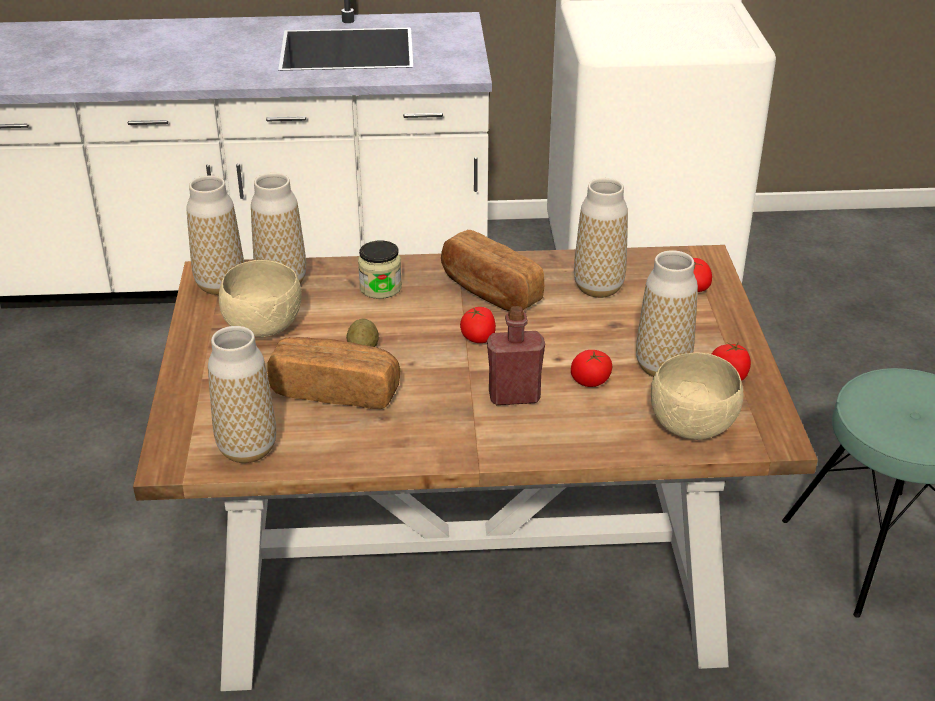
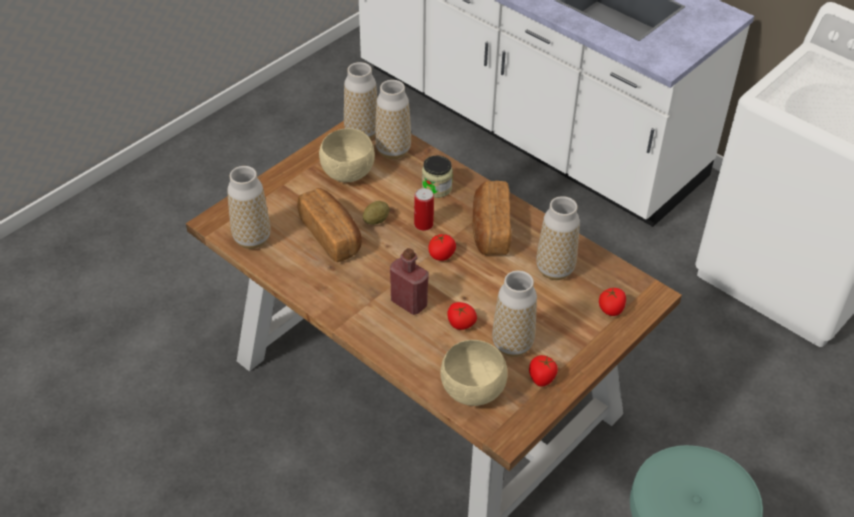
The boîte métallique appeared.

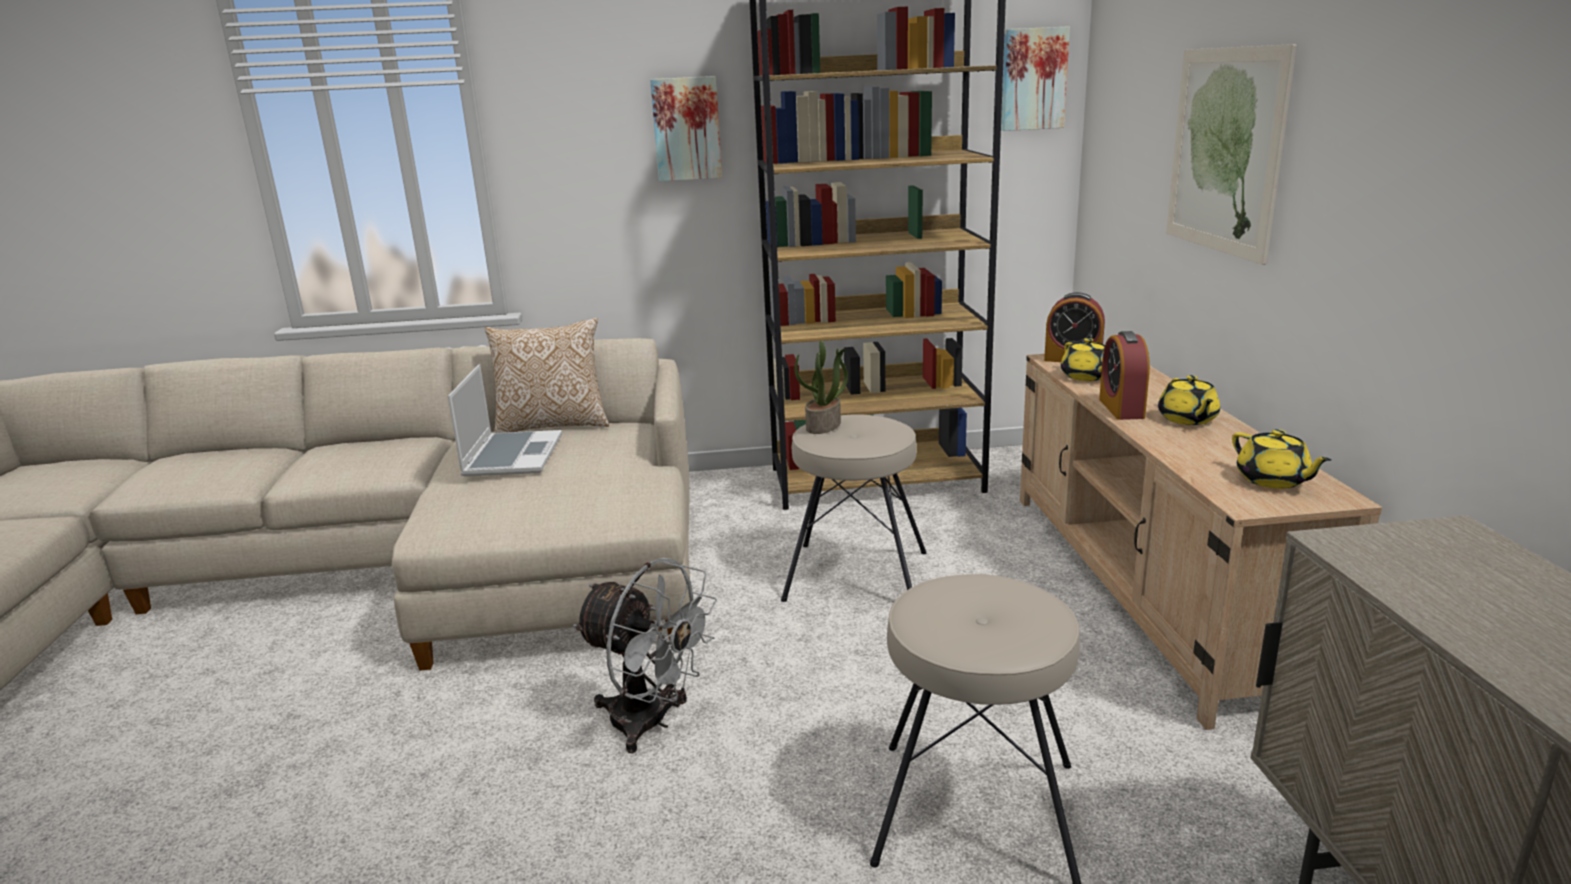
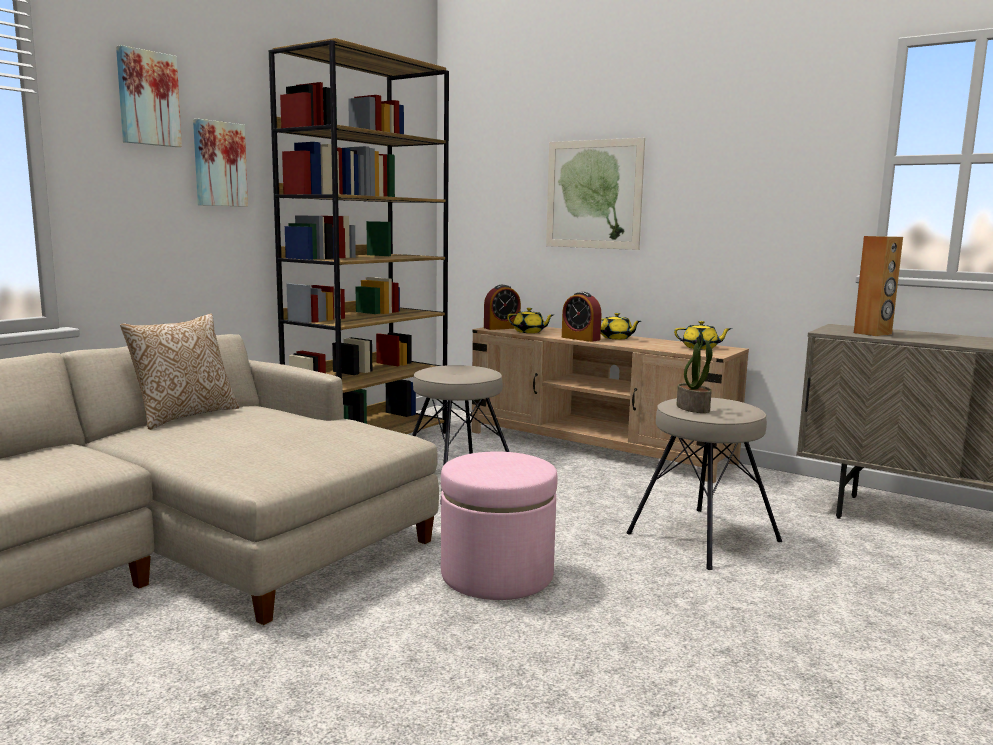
The tableau (2nd from left in the first image) moved.
The ventilateur [gris] was replaced by the pouf [rose].
The plante en pot moved.
The enceinte [marron] appeared.
The ordinateur portable disappeared.

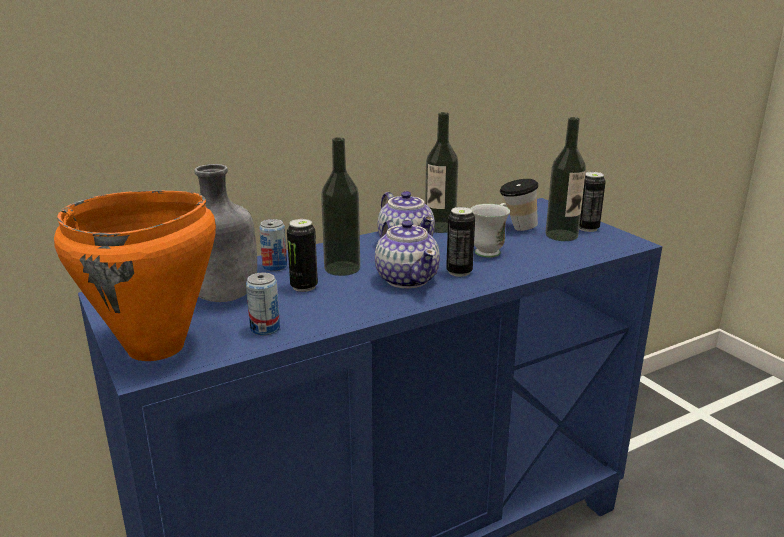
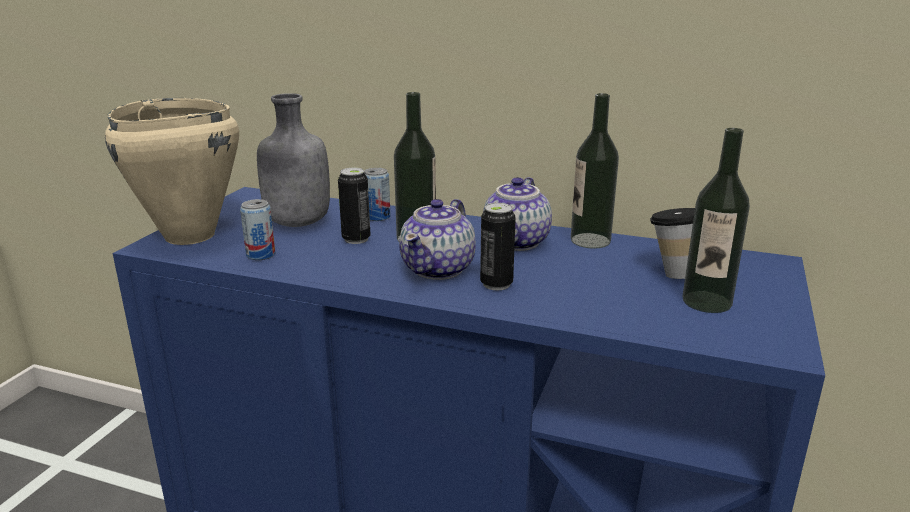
The marmite [orange] became the marmite [beige].
The mug [blanc] disappeared.
The boîte métallique (5th from left) disappeared.

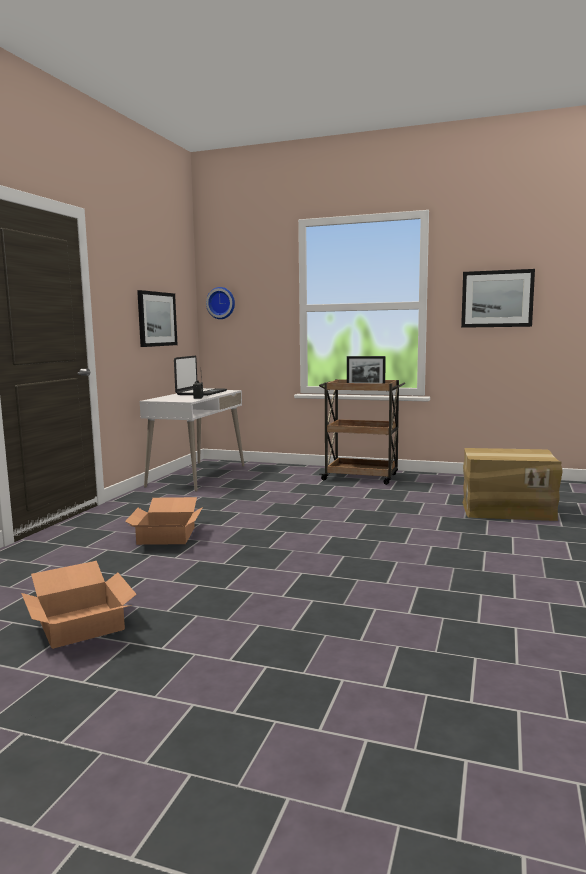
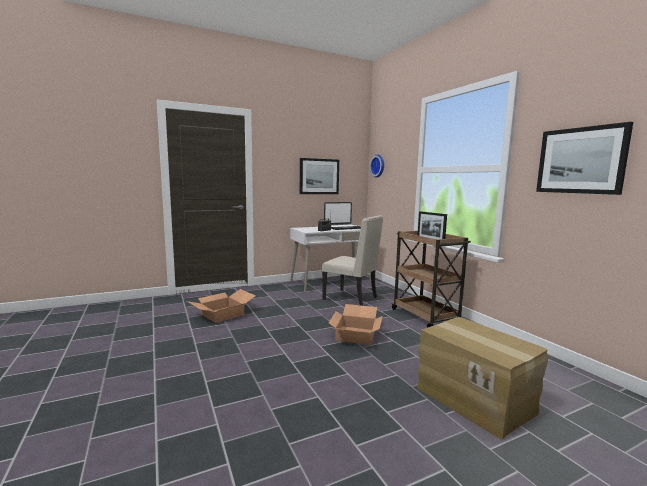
The chaise [beige] appeared.
The carton (1st from left in the first image) moved.

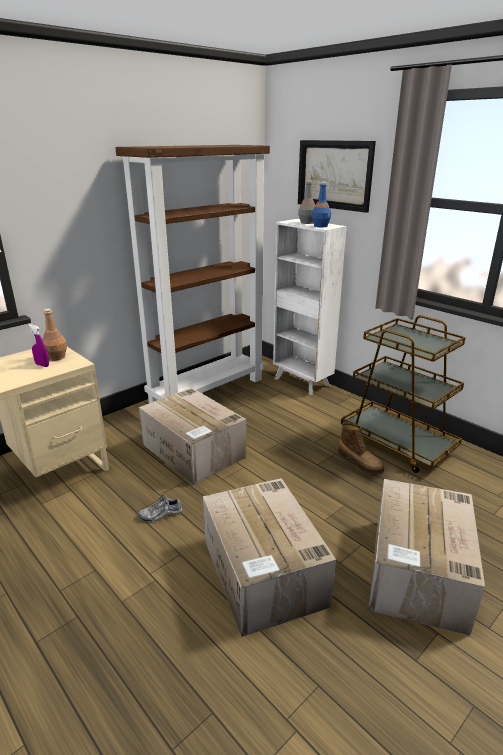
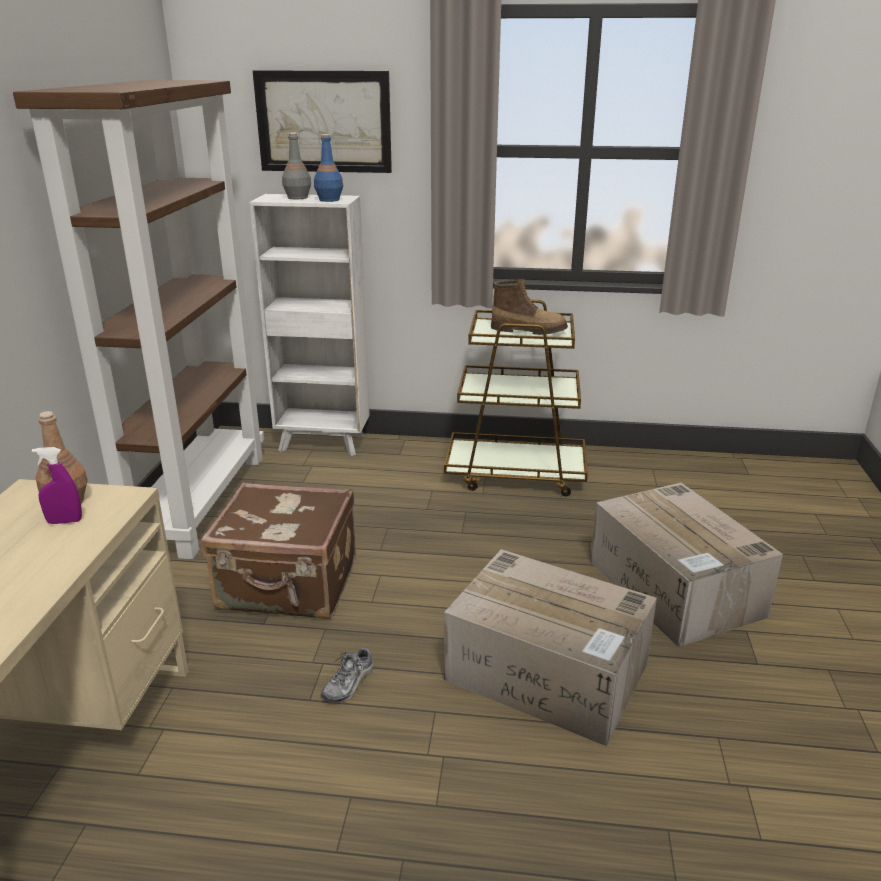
The carton (1st from left) was replaced by the valise [marron].
The botte moved.

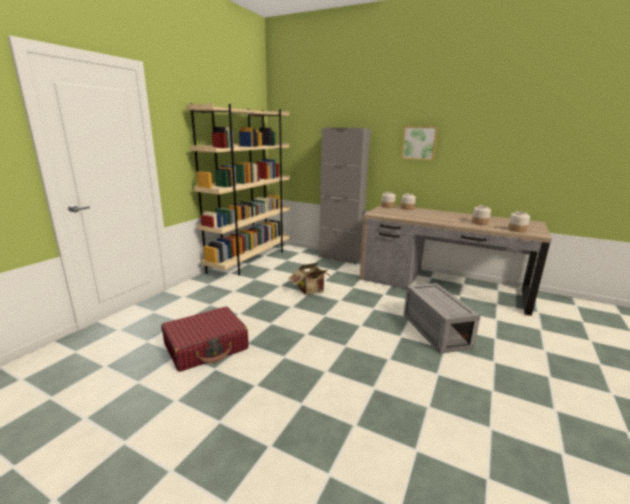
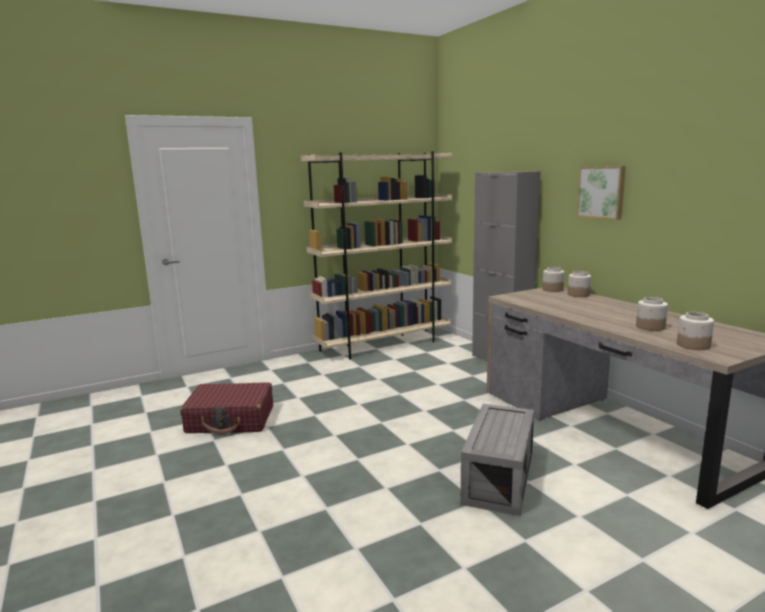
The carton disappeared.

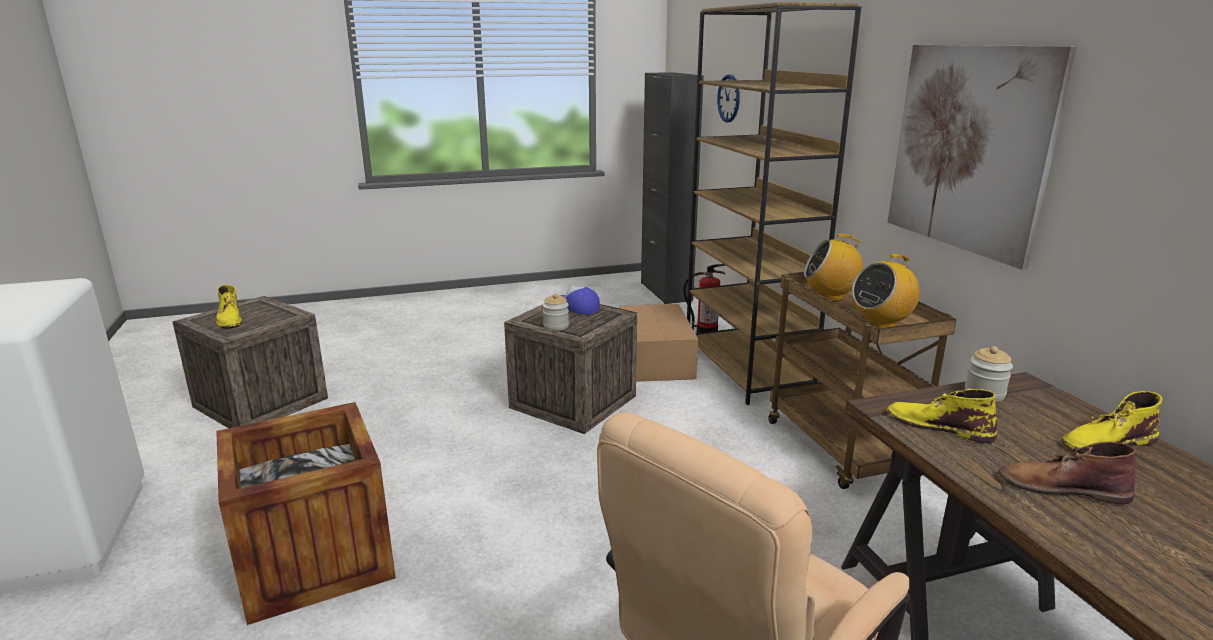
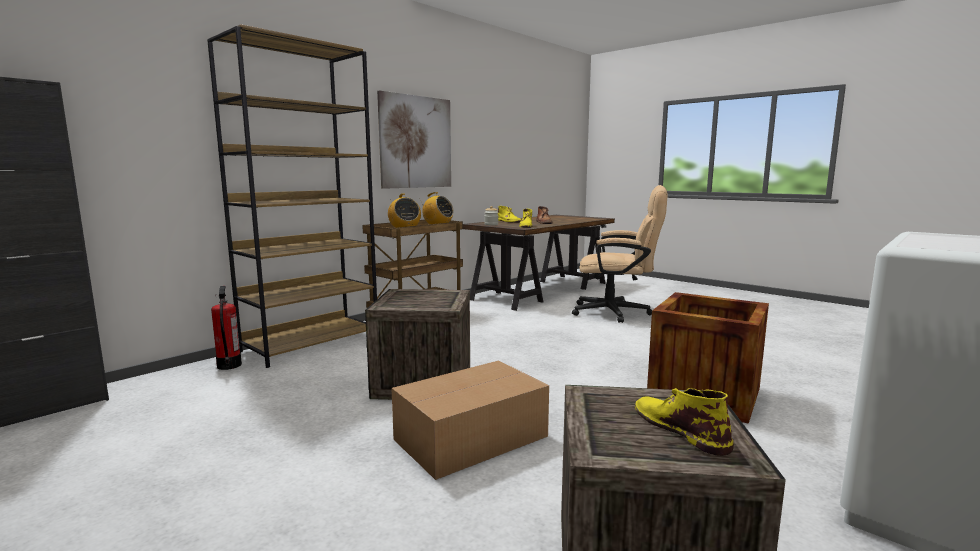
The carton moved.
The botte [jaune] (1st from left in the first image) turned 60 degrees counterclockwise.
The bocal (1st from left) disappeared.
The casquette disappeared.
The horloge murale disappeared.

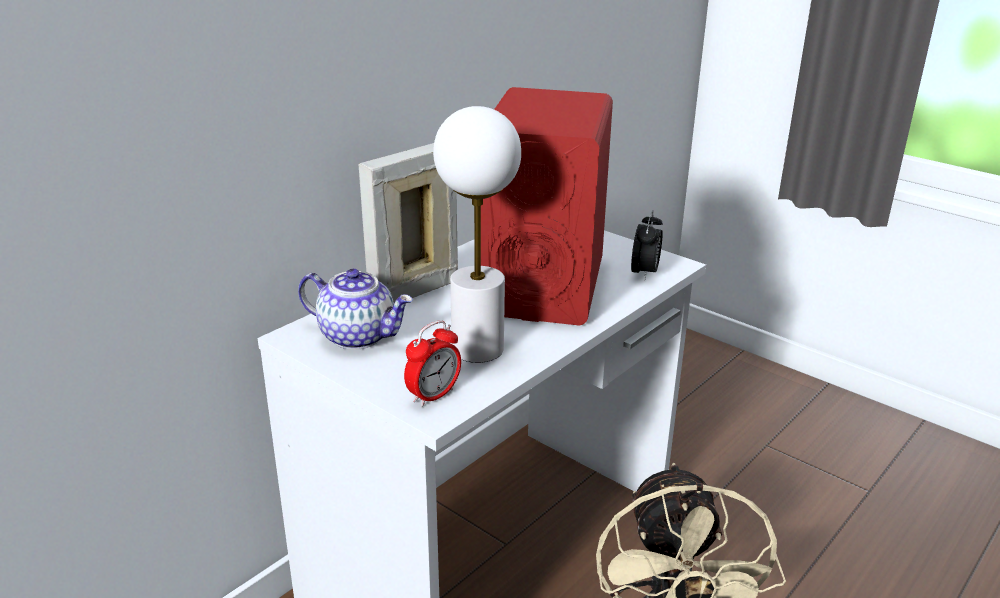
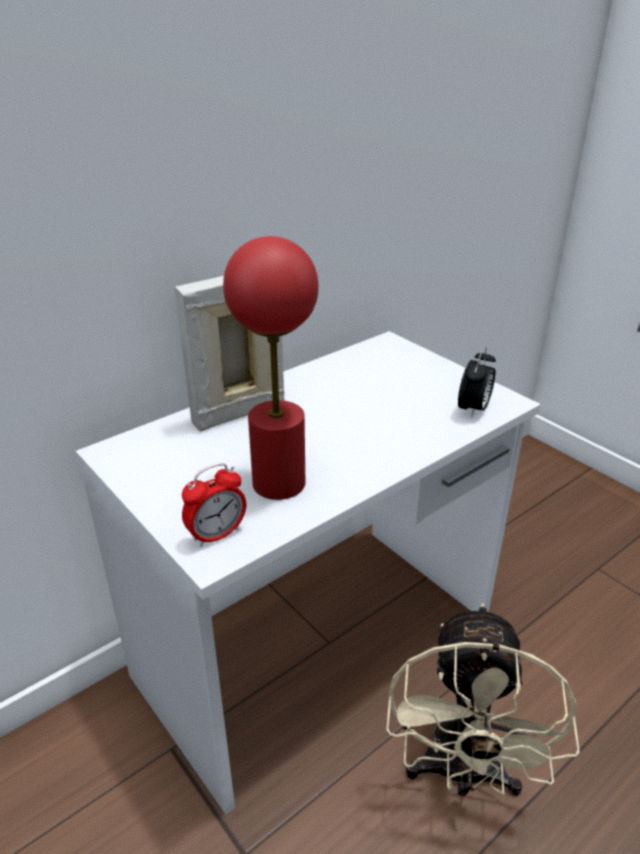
The lampe de table [blanc] became the lampe de table [rouge].
The théière disappeared.
The enceinte [rouge] disappeared.

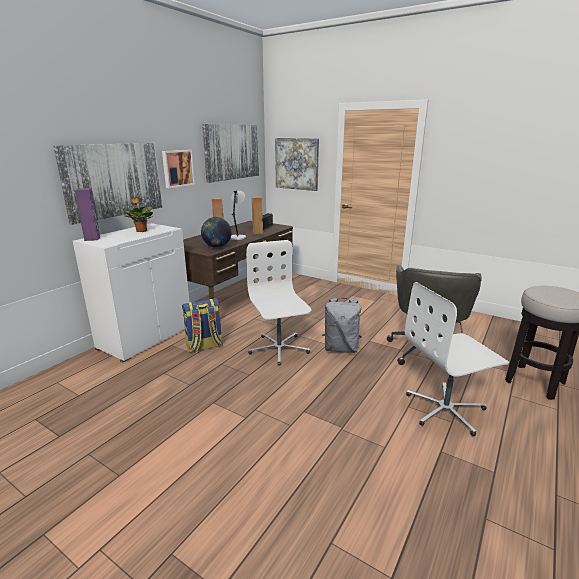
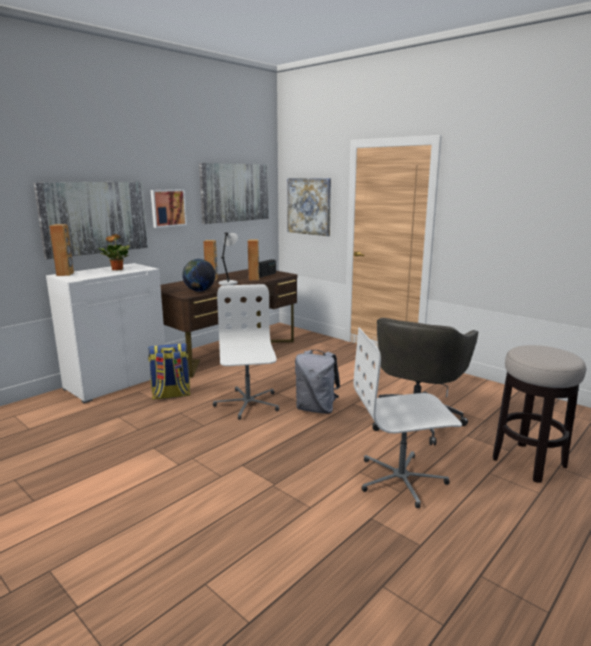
The enceinte [violet] became the enceinte [marron] (1st from left).

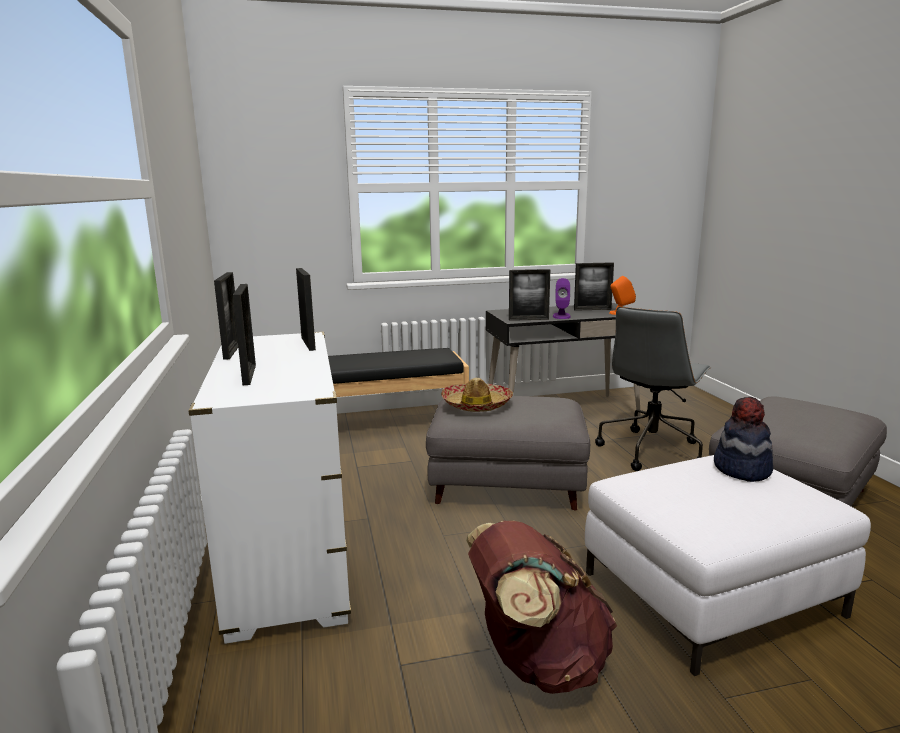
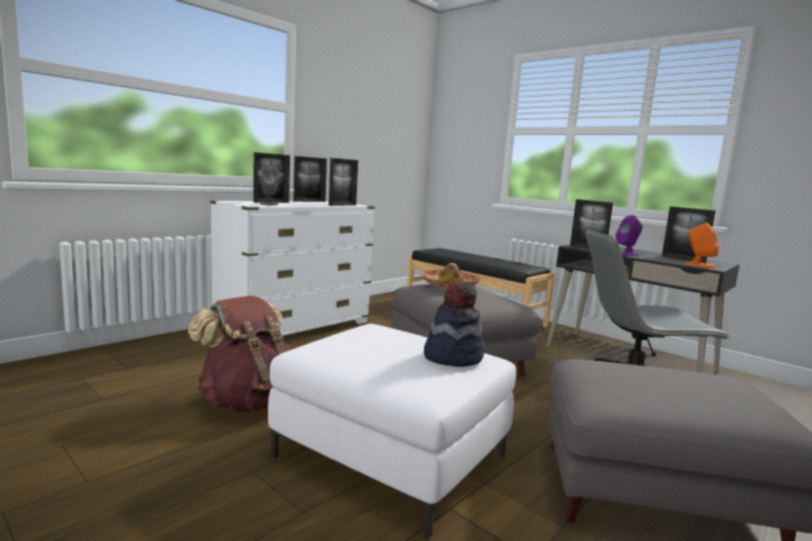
The enceinte [gris] appeared.

